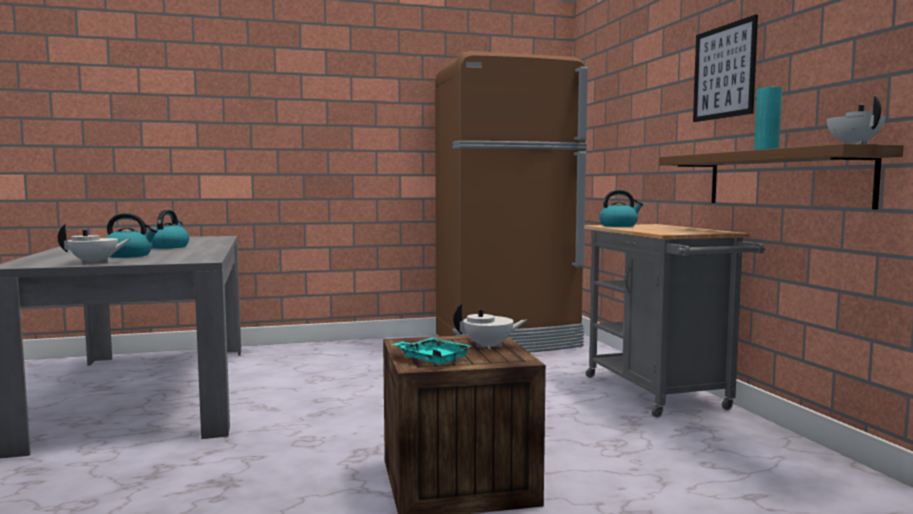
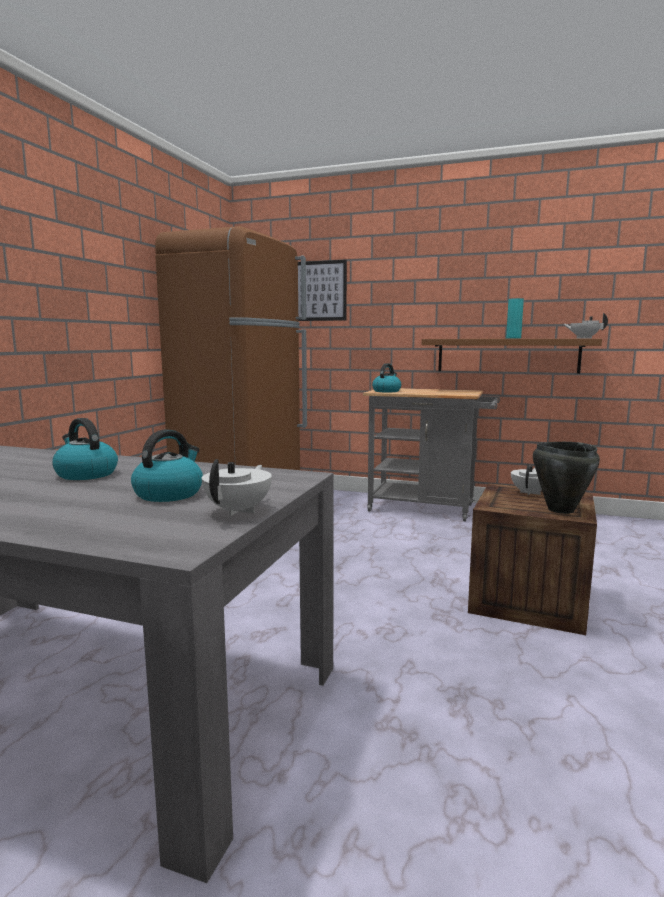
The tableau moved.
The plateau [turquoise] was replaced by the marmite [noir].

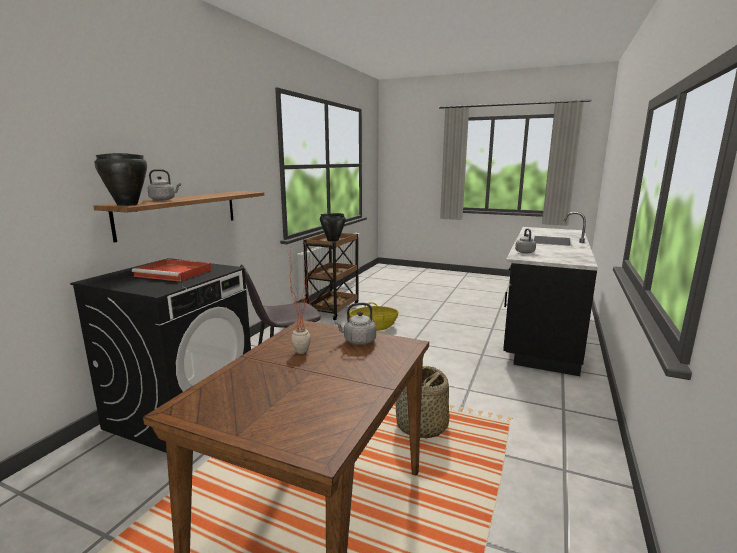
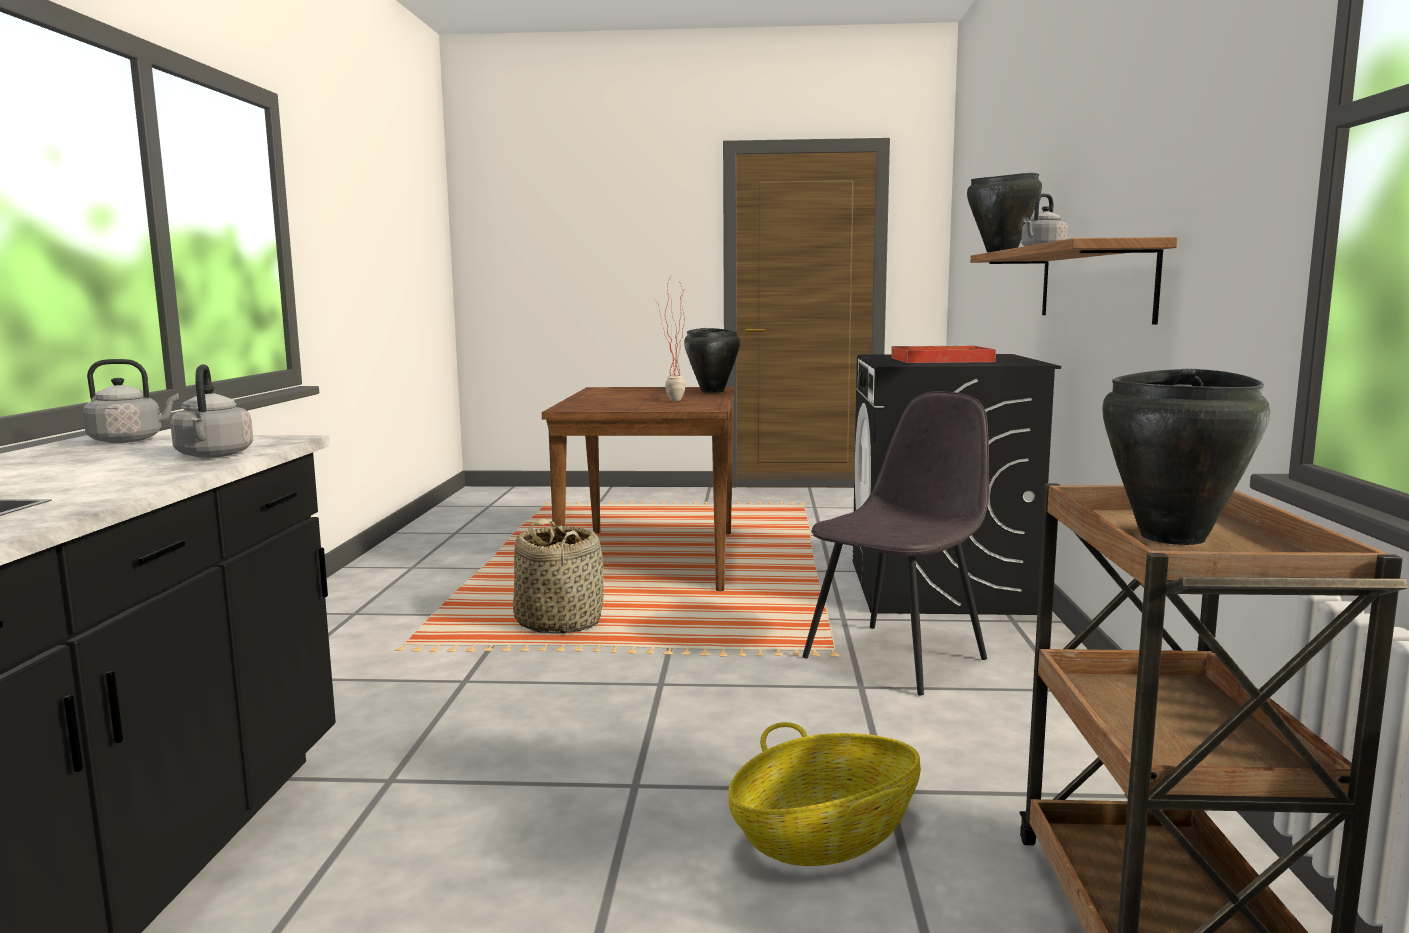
The bouilloire [gris] (2nd from left in the first image) moved.
The marmite [noir] (1st from left) appeared.

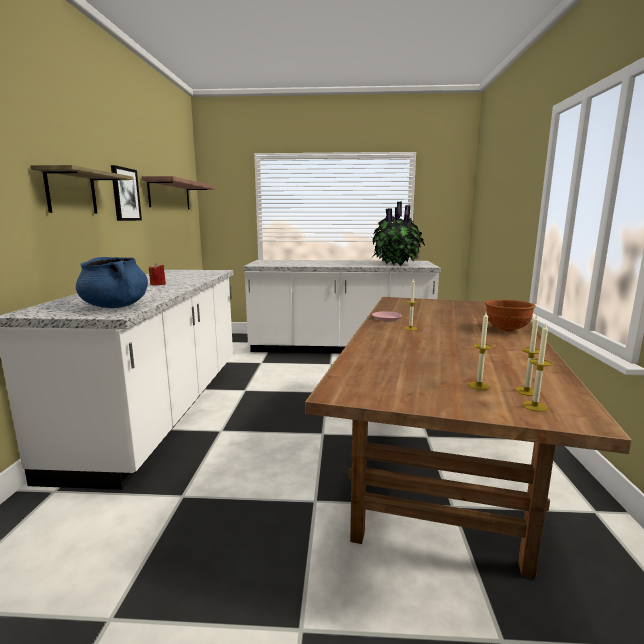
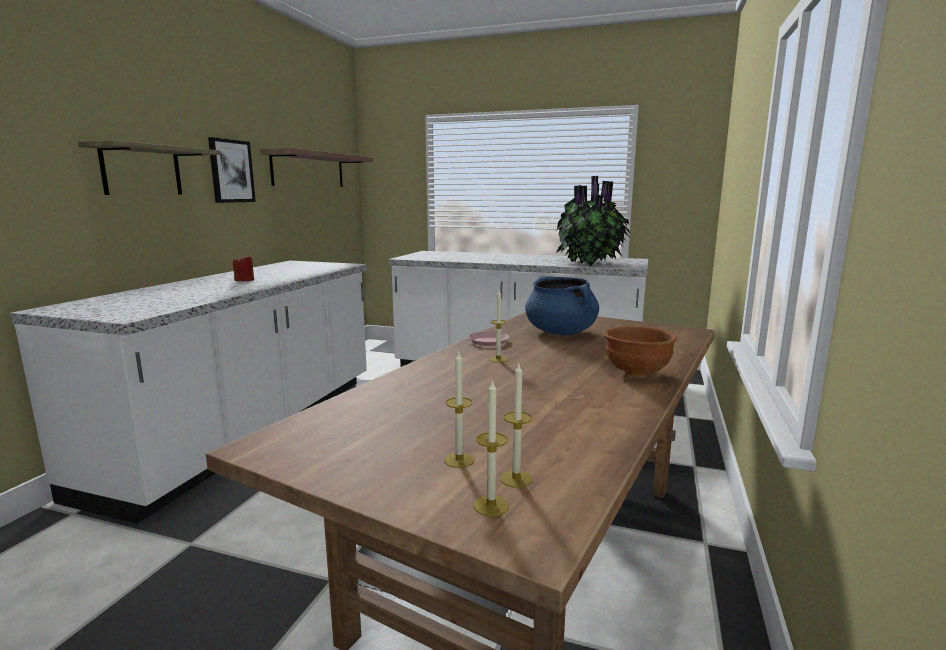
The marmite [bleu] moved.

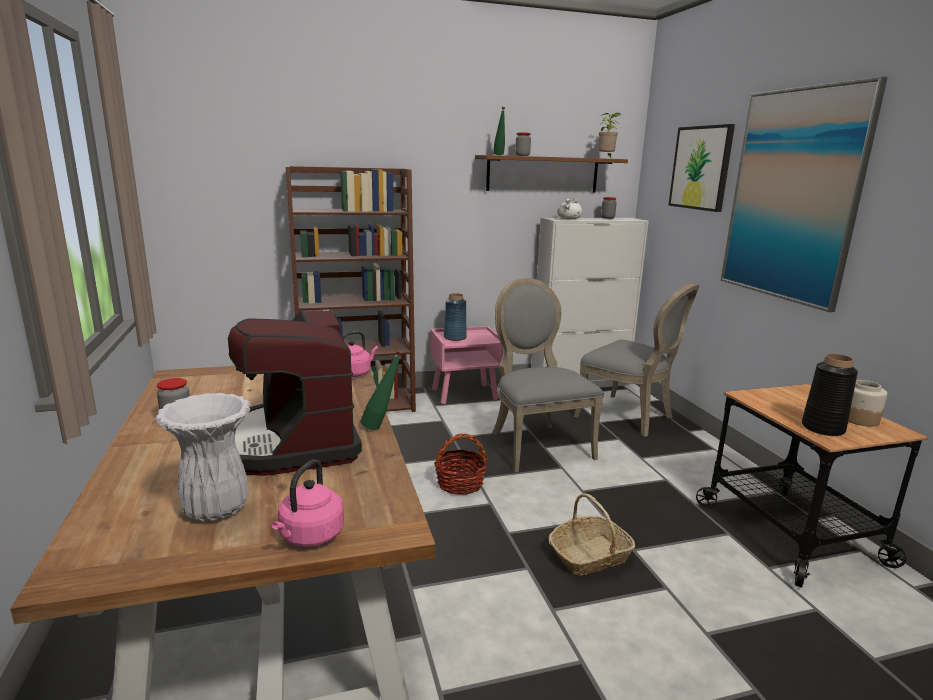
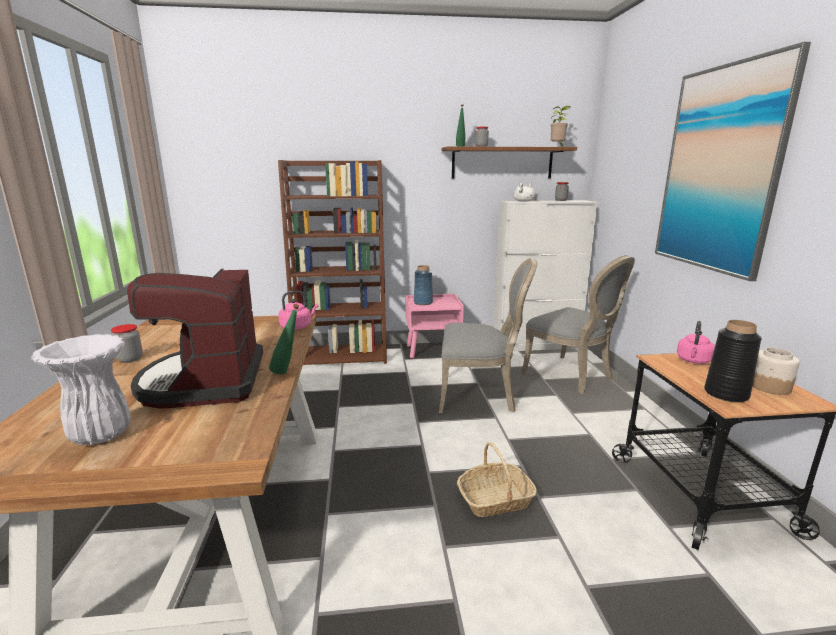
The chaise [gris] (1st from left) turned 105 degrees clockwise.
The bouilloire [rose] (1st from left in the first image) moved.
The panier (1st from left) disappeared.
The tableau (1st from left) disappeared.

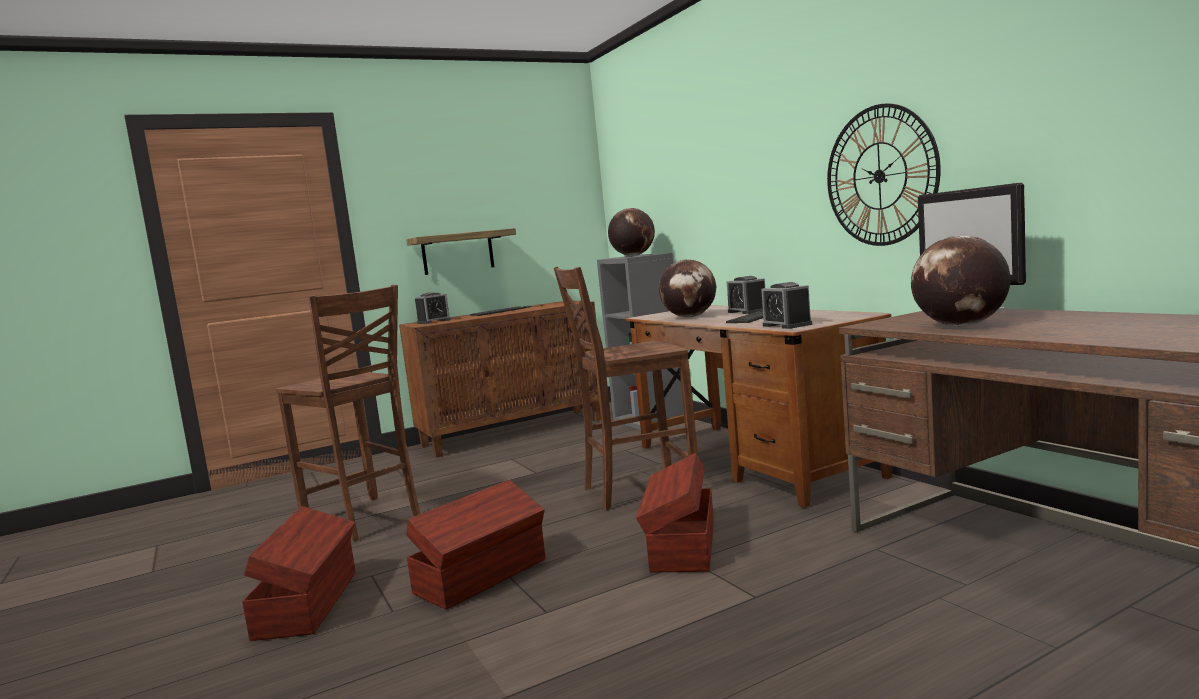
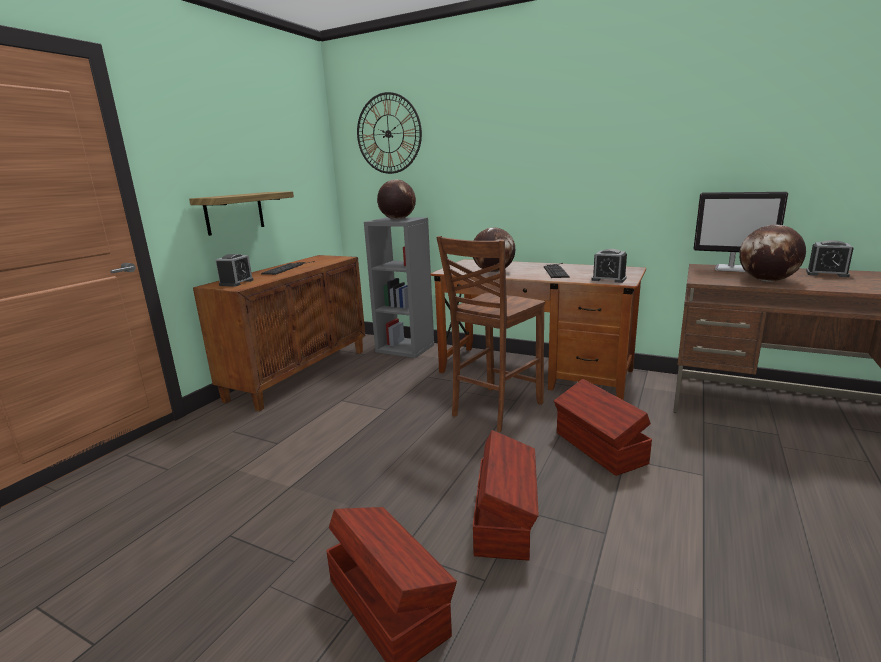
The horloge murale moved.
The réveil (2nd from left in the first image) moved.
The chaise [marron] (1st from left) disappeared.

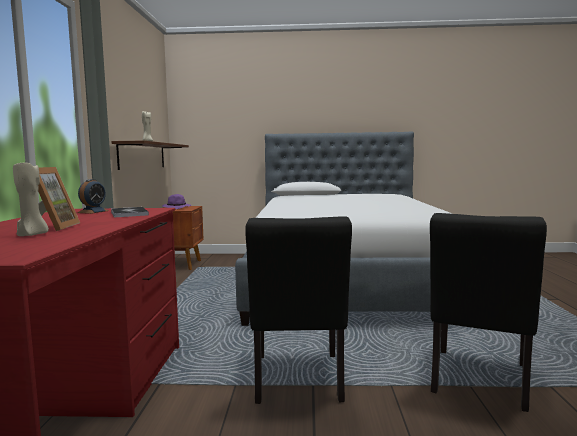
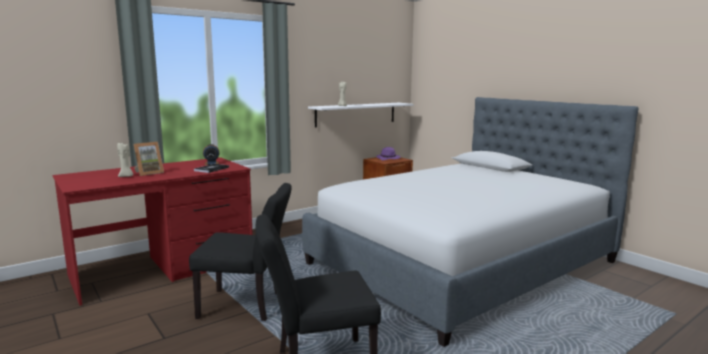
The chaise [noir] (1st from left) turned 135 degrees counterclockwise.
The étagère [marron] became the étagère [blanc].

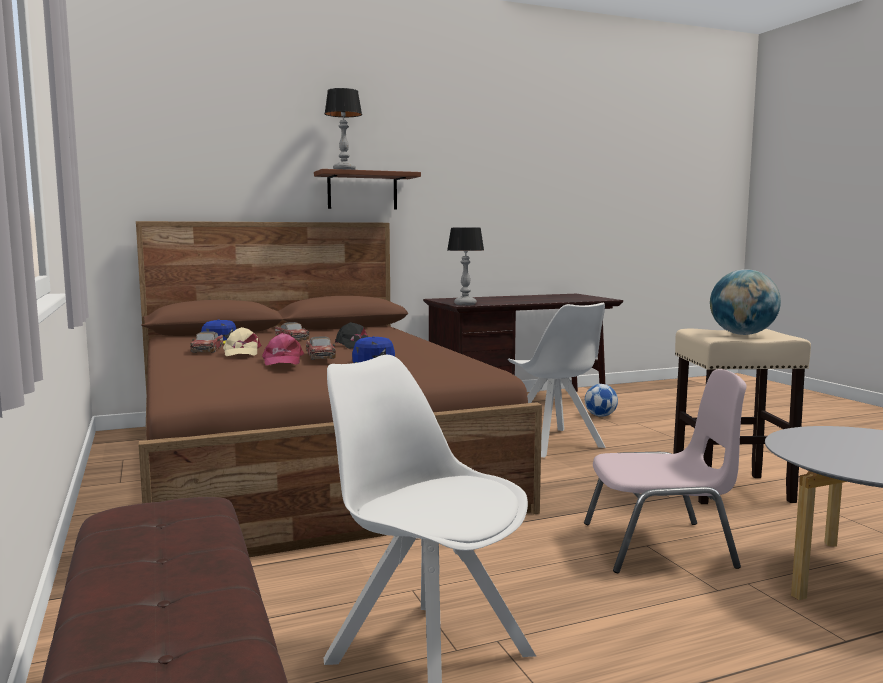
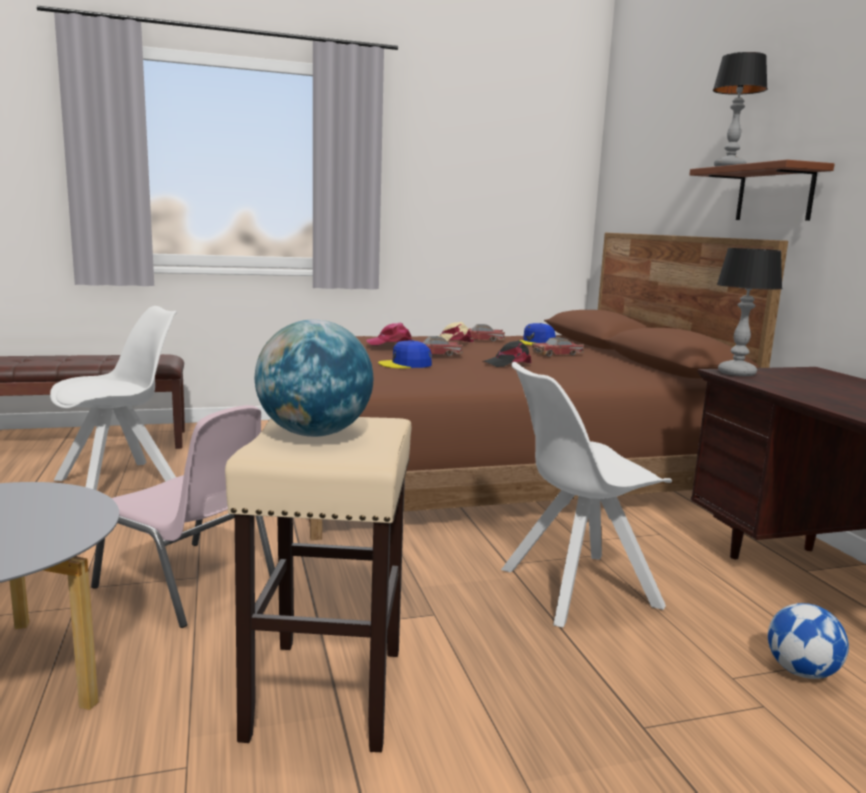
The chaise [rose] turned 60 degrees counterclockwise.

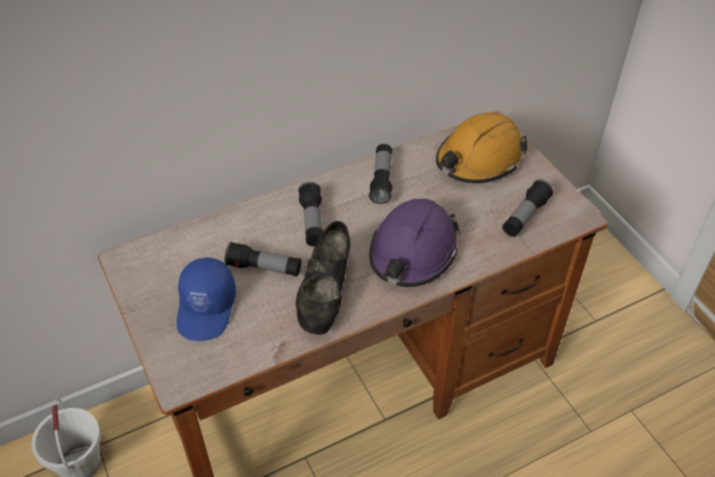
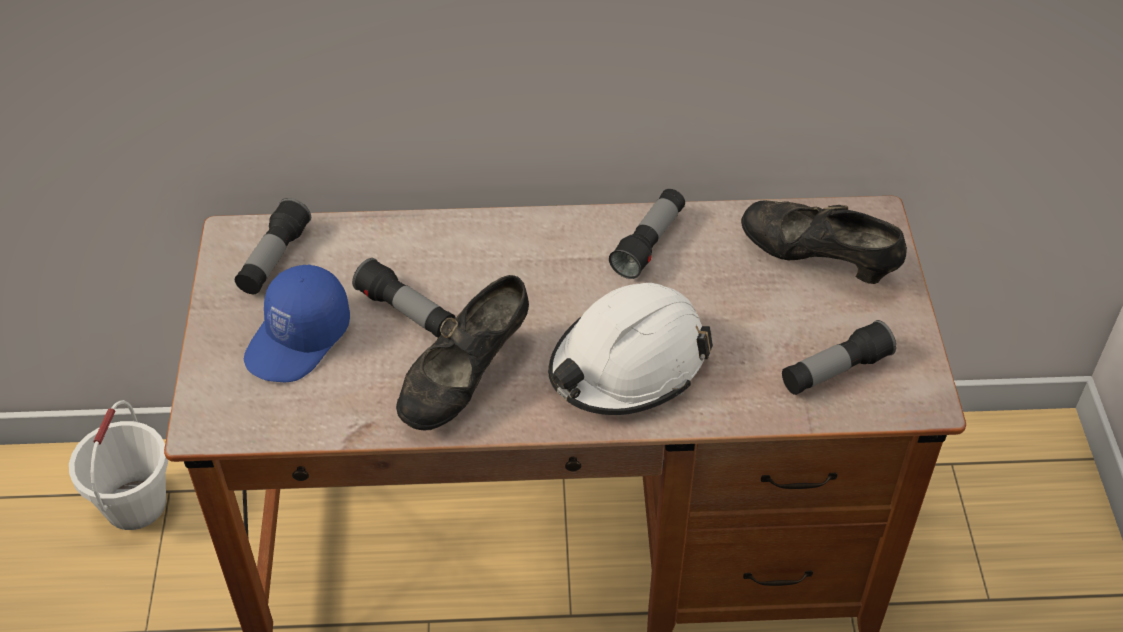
The lampe de poche (2nd from left in the first image) moved.
The casque de chantier [violet] became the casque de chantier [blanc].
The casque de chantier [orange] was replaced by the chaussure [noir] (2nd from left).

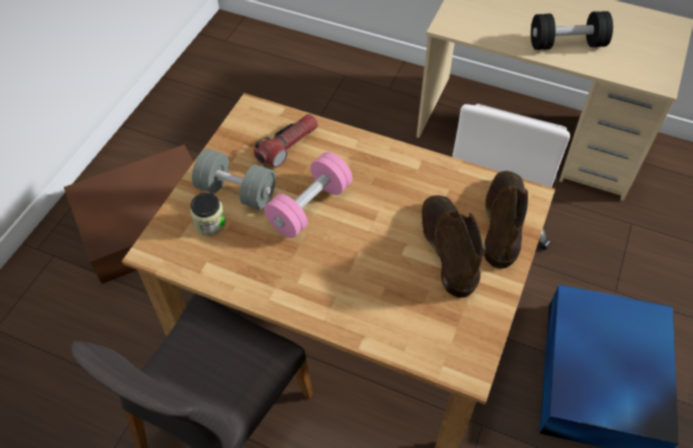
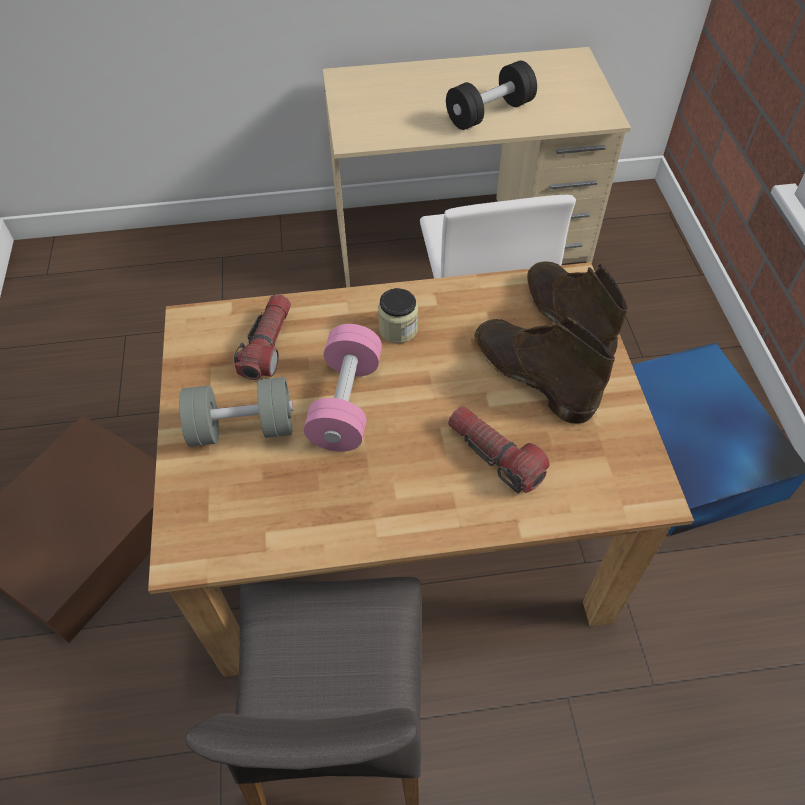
The bocal moved.
The lampe de poche (2nd from left) appeared.

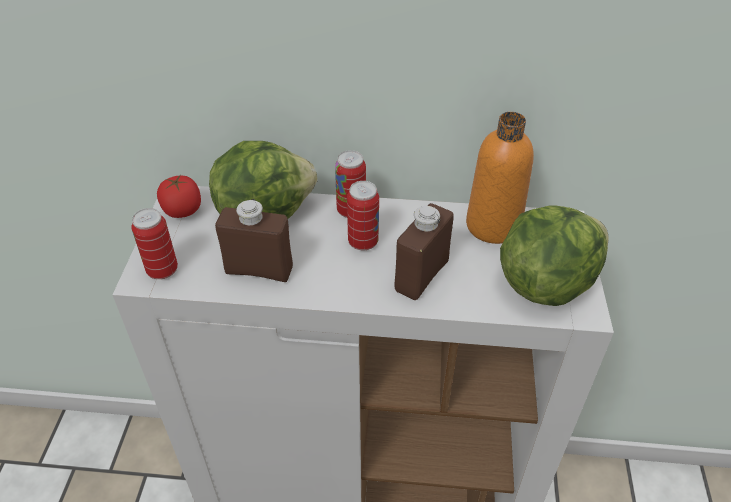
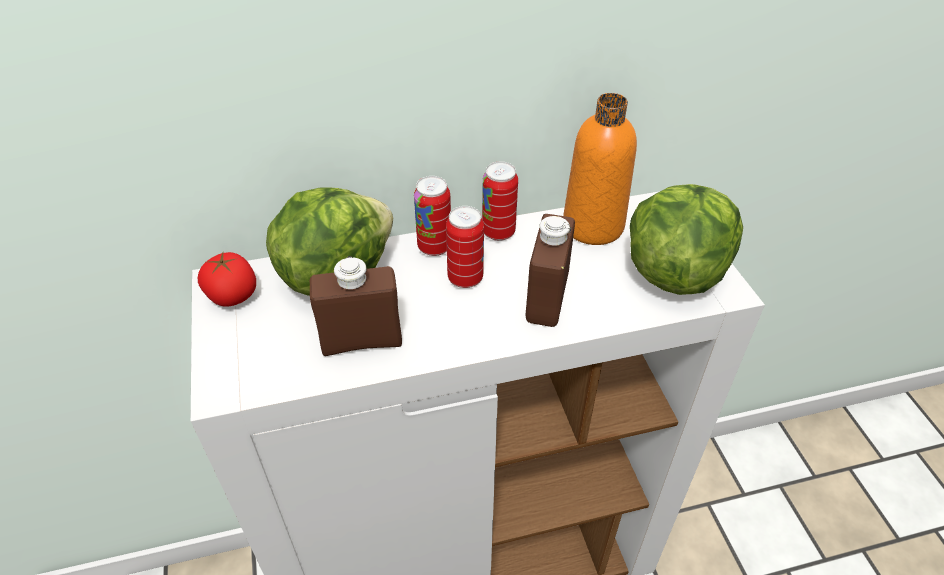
The boîte métallique (1st from left in the first image) moved.

